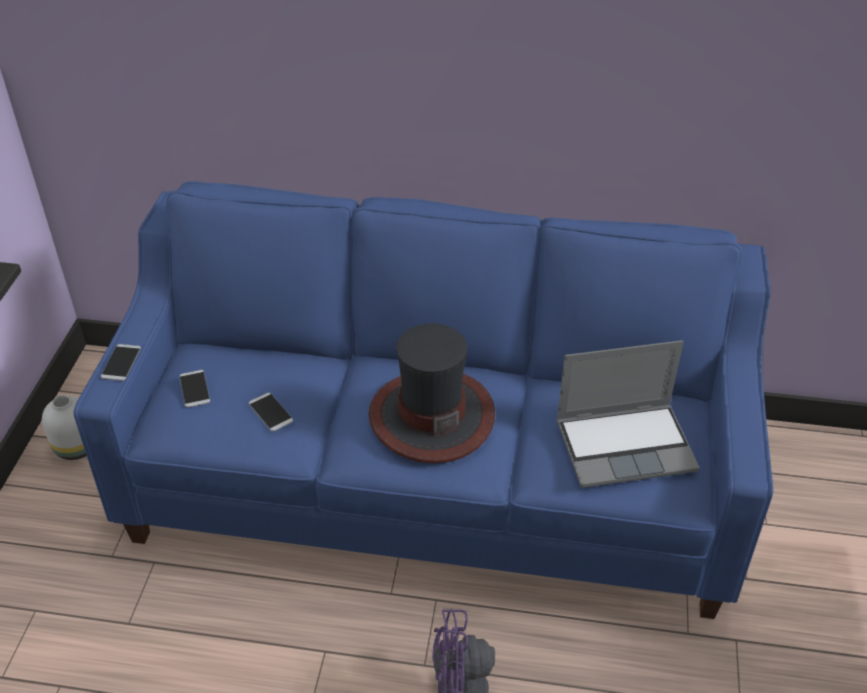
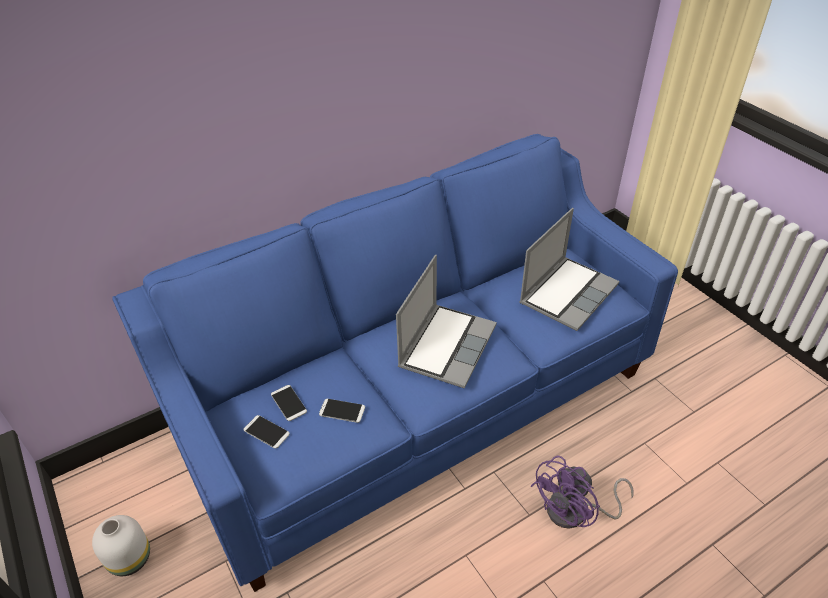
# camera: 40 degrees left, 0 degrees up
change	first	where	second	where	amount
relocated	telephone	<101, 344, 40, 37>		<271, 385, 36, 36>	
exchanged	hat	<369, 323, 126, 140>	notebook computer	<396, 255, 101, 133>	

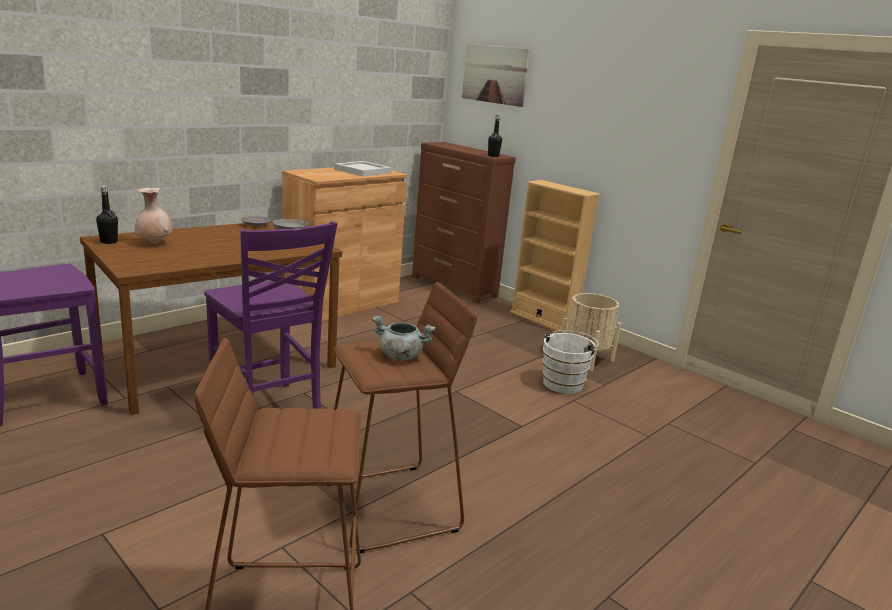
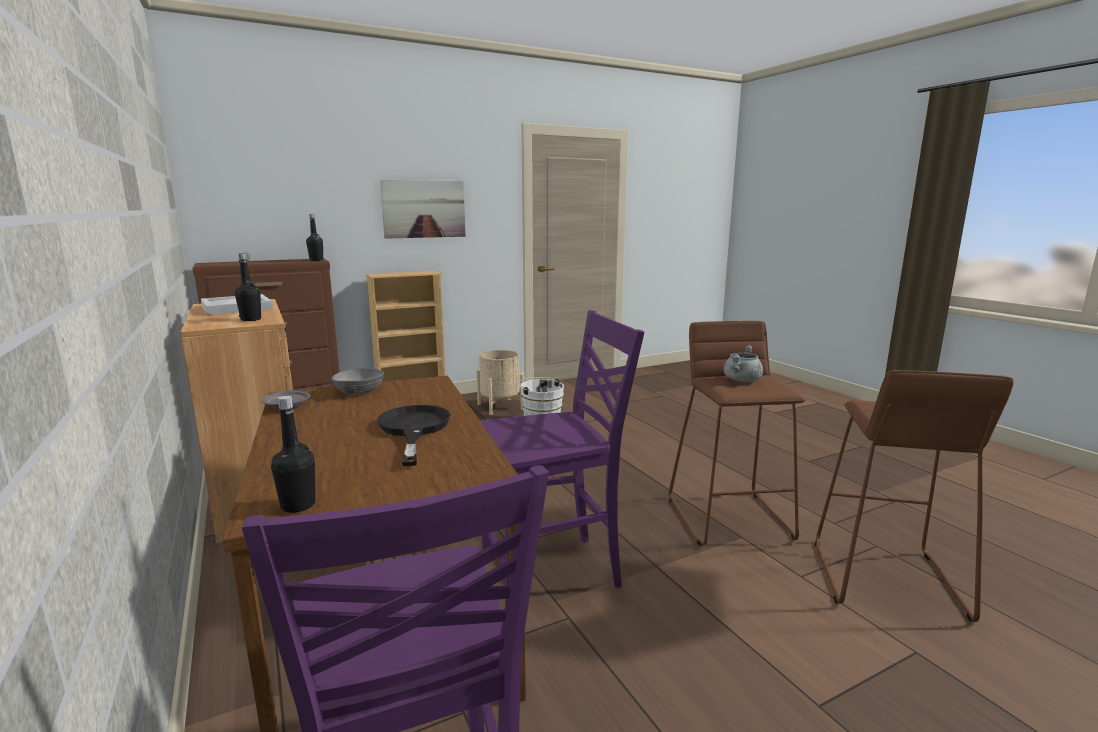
# camera: 70 degrees left, 5 degrees down
change	first	where	second	where	amount
missing	sand-coloured decorative vase	<135, 187, 38, 57>			
appeared			black-coloured beverage bottle	<235, 253, 26, 68>	
appeared			black-coloured frying pan	<377, 405, 74, 61>	
relocated	picture	<462, 44, 68, 63>		<380, 179, 86, 60>	

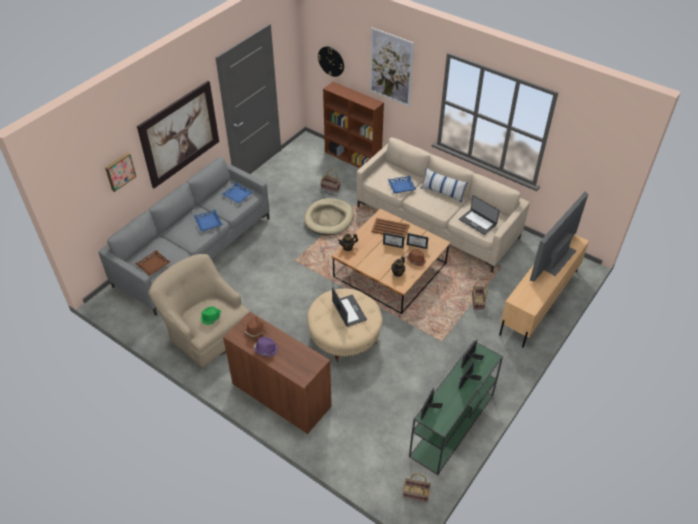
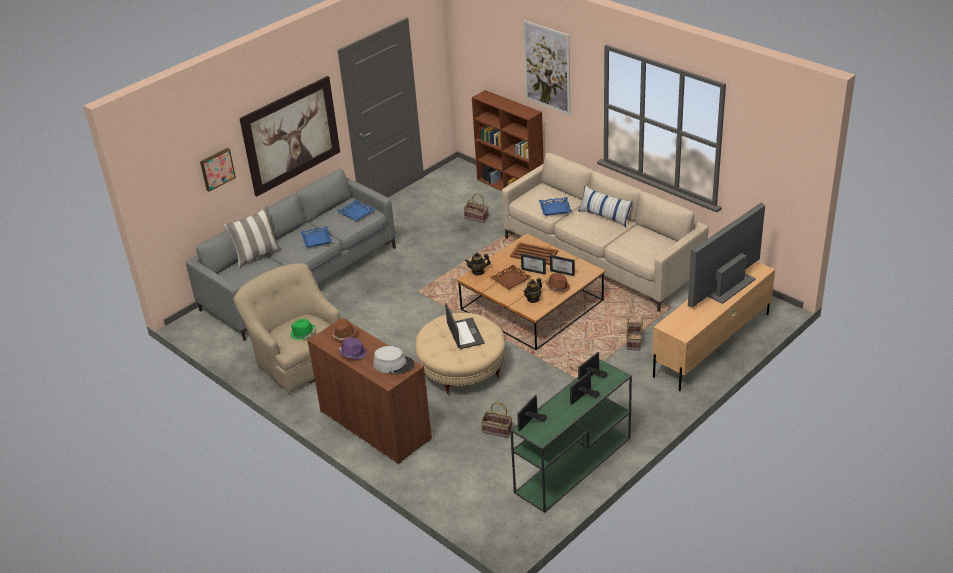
# camera: 10 degrees right, 10 degrees down
change	first	where	second	where	amount
missing	sand-coloured pet bed	<304, 198, 50, 37>			
missing	wall clock	<317, 46, 27, 31>			
missing	notebook computer	<459, 195, 41, 40>			
appeared			throw pillow	<224, 206, 58, 62>	
appeared			greyish hat	<373, 346, 41, 28>	
relocated	brown tray	<135, 250, 35, 26>		<490, 265, 42, 24>	
relocated	basket	<403, 474, 28, 28>		<481, 402, 31, 36>	

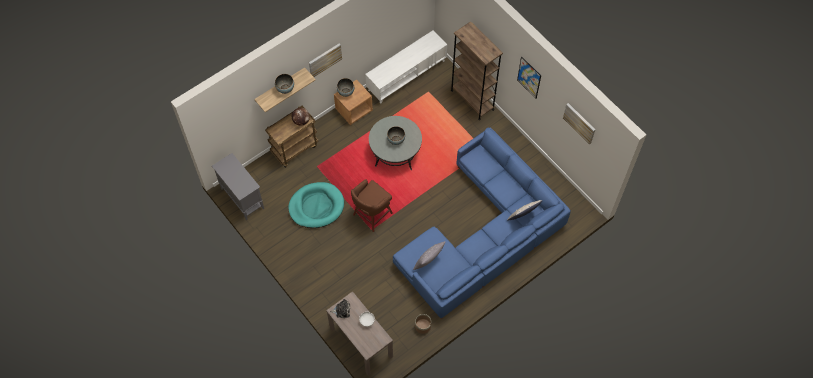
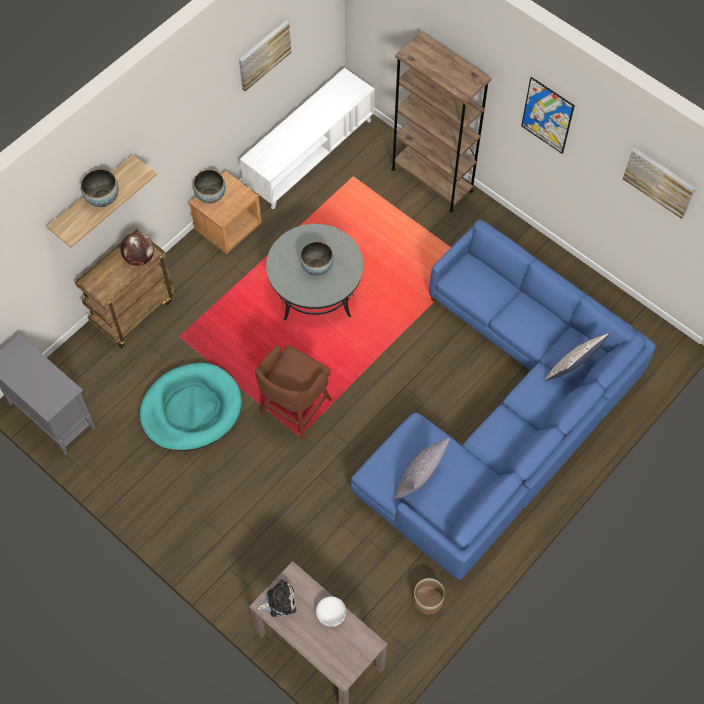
# camera: 10 degrees left, 0 degrees up
change	first	where	second	where	amount
relocated	picture	<309, 43, 33, 34>		<239, 20, 52, 72>	

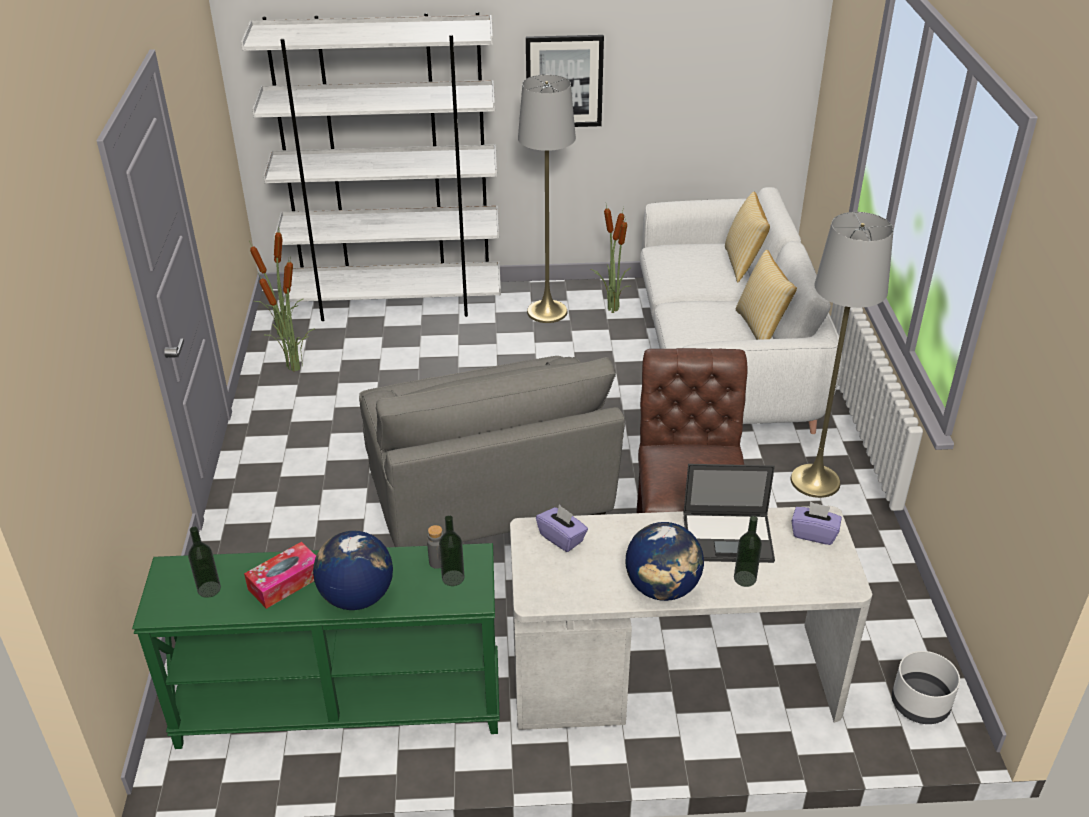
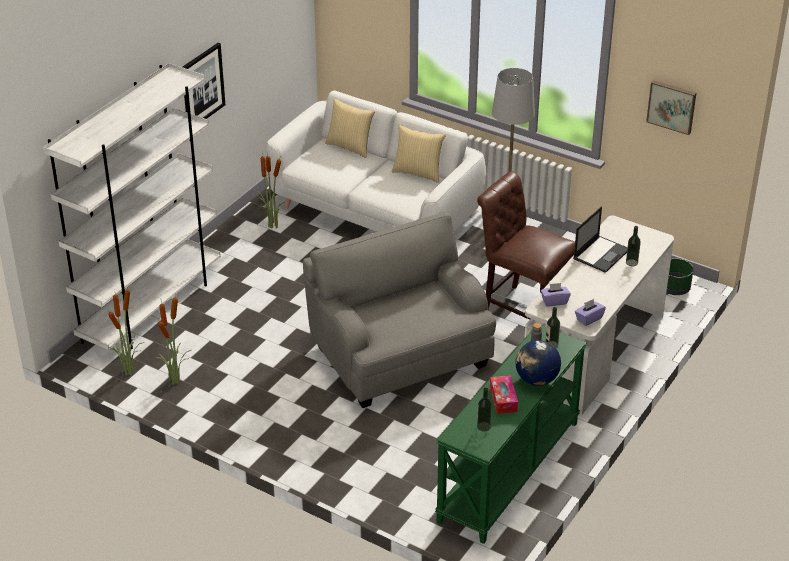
# camera: 55 degrees left, 0 degrees up
change	first	where	second	where	amount
missing	greyish standard lamp	<518, 75, 58, 248>			
missing	globe	<626, 522, 78, 79>			
appeared			picture	<646, 80, 50, 55>	
relocated	purple box of tissues	<791, 502, 51, 43>		<575, 299, 31, 27>	
colour	white planter	<892, 651, 68, 73>	green planter	<666, 258, 28, 37>	
spun	greyish easy chair	<359, 356, 266, 191>		<303, 212, 193, 196>	135 degrees counterclockwise

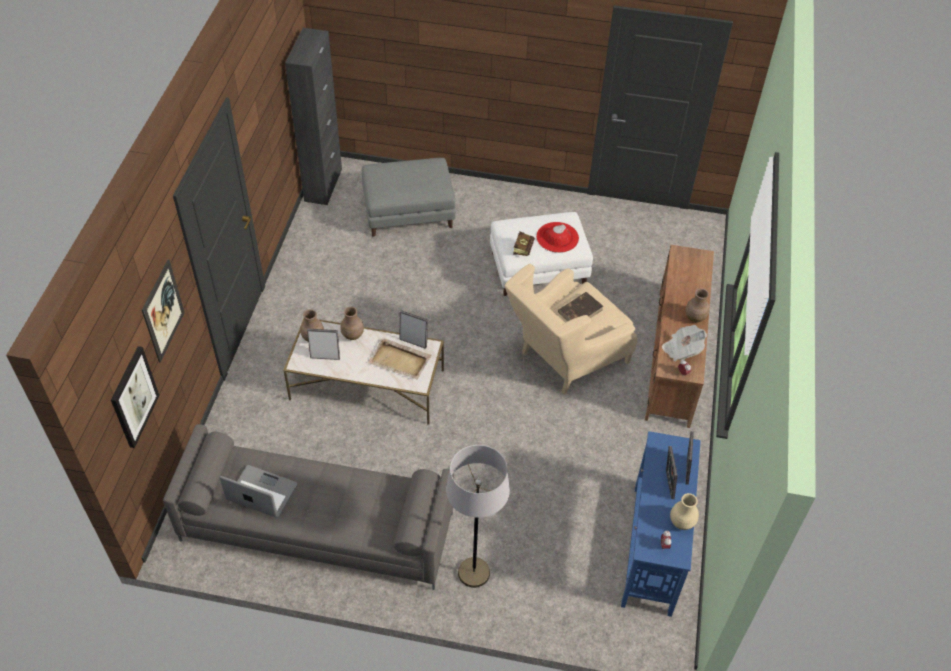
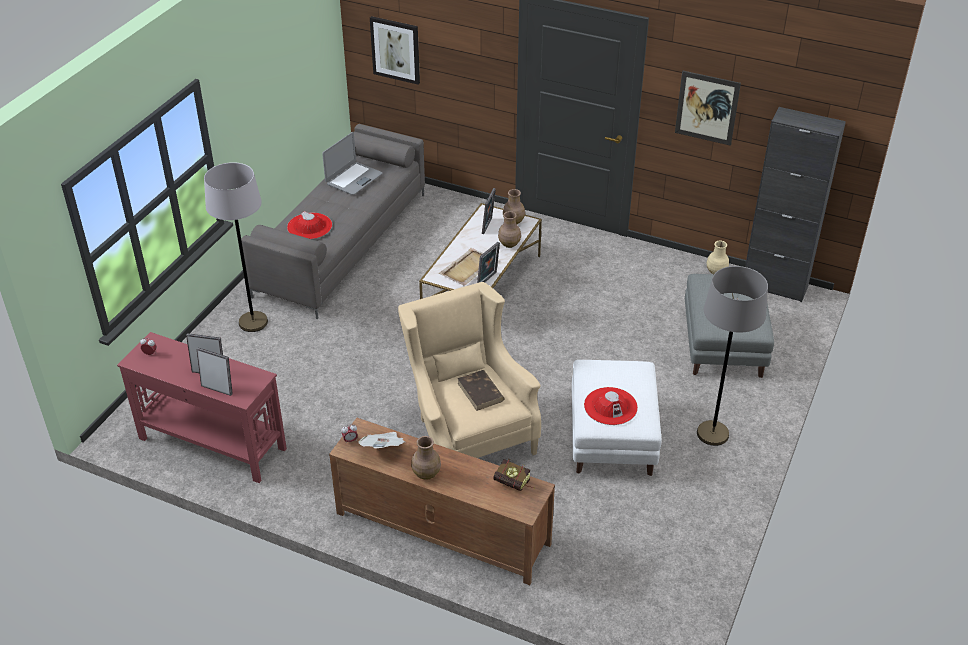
# camera: 105 degrees right, 10 degrees down
change	first	where	second	where	amount
appeared			red-coloured hat	<287, 211, 45, 28>	
appeared			greyish standard lamp	<697, 266, 71, 180>	
relocated	picture	<142, 259, 43, 104>		<675, 71, 66, 75>	
relocated	book	<513, 232, 22, 24>		<493, 459, 42, 32>	
relocated	sand-coloured decorative vase	<670, 493, 29, 37>		<706, 241, 23, 33>	
colour	blue narrow table	<621, 431, 80, 186>	red-coloured narrow table	<117, 332, 170, 151>	

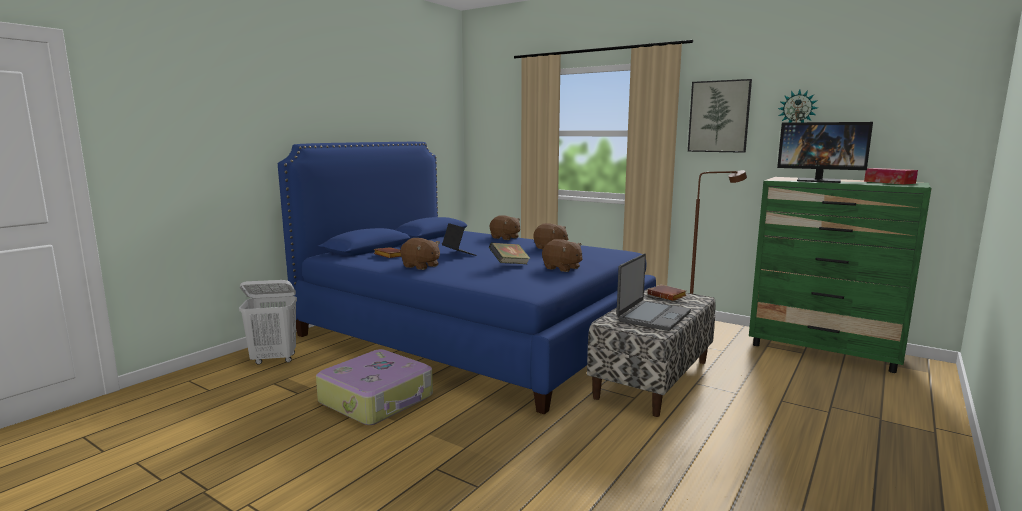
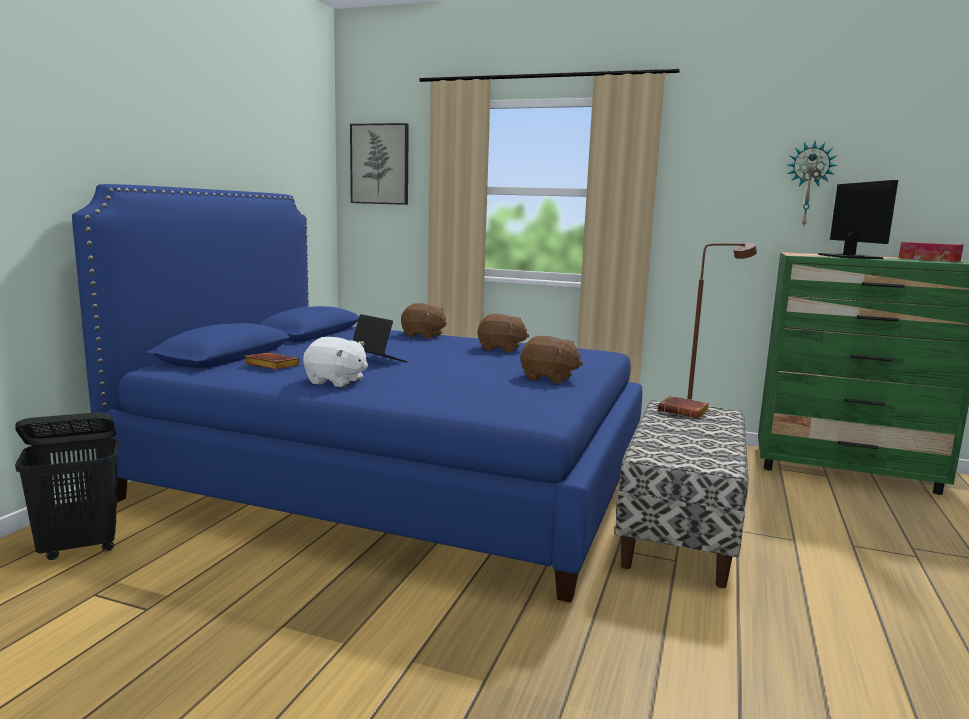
# camera: 15 degrees left, 0 degrees up
change	first	where	second	where	amount
missing	suitcase	<316, 349, 117, 76>			
missing	book	<489, 242, 42, 22>			
missing	notebook computer	<617, 253, 74, 78>			
relocated	picture	<688, 79, 64, 74>		<350, 123, 59, 82>	
colour	white hamper	<239, 280, 58, 85>	black-coloured hamper	<15, 412, 104, 148>	
colour	brown cuddly toy	<400, 238, 40, 32>	white cuddly toy	<303, 337, 65, 50>	
spun	computer screen	<777, 122, 96, 61>		<818, 180, 80, 79>	105 degrees counterclockwise

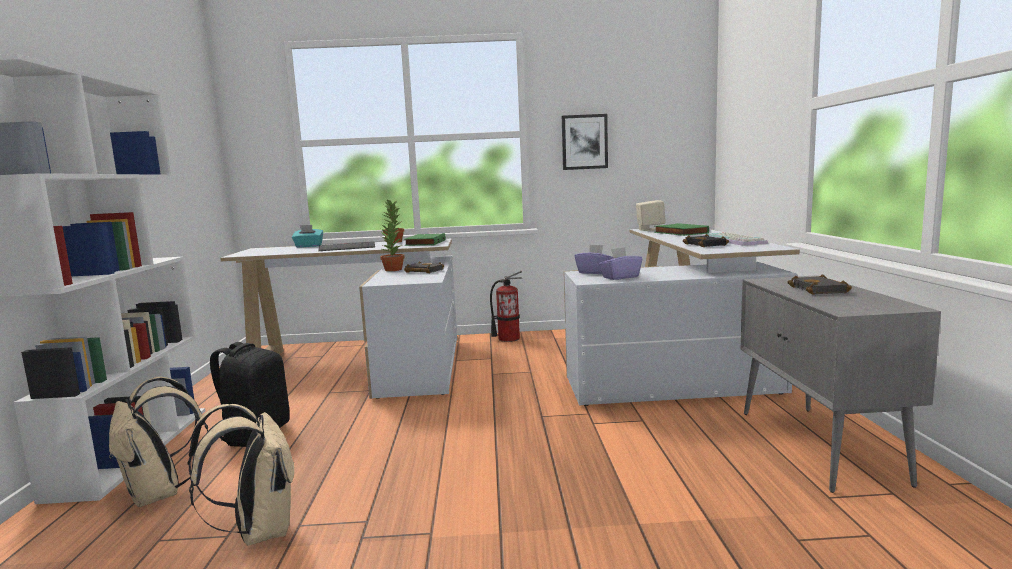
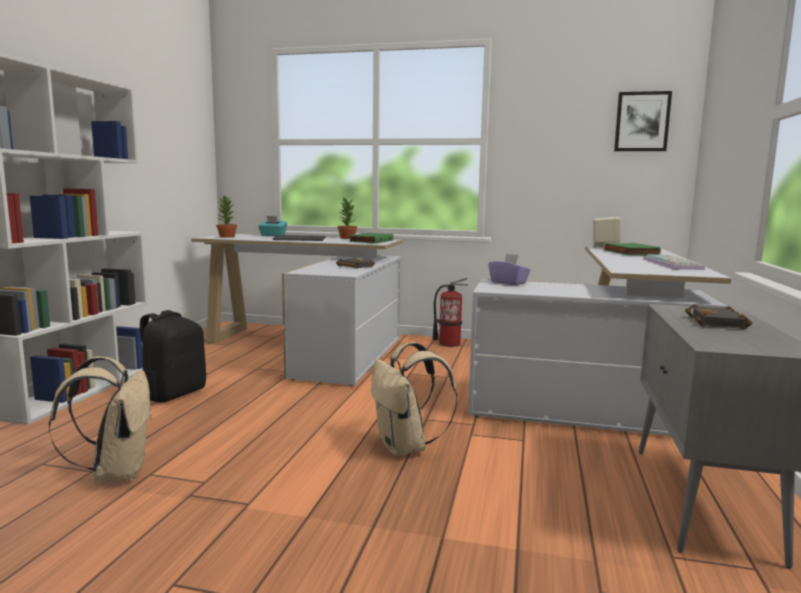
# camera: 15 degrees right, 0 degrees up
change	first	where	second	where	amount
missing	purple box of tissues	<599, 247, 43, 33>			
missing	black-coloured book	<683, 234, 46, 13>			
relocated	sand-coloured backpack	<109, 377, 99, 130>		<371, 342, 86, 114>	
relocated	plant in a pot	<380, 222, 25, 49>		<216, 196, 21, 42>	
relocated	picture	<562, 114, 46, 56>		<614, 91, 58, 60>	

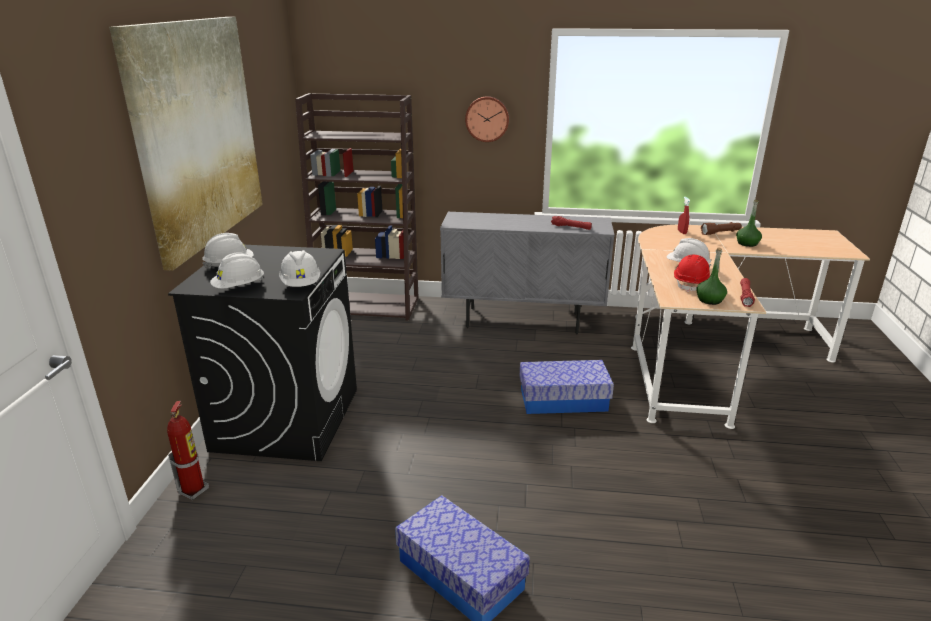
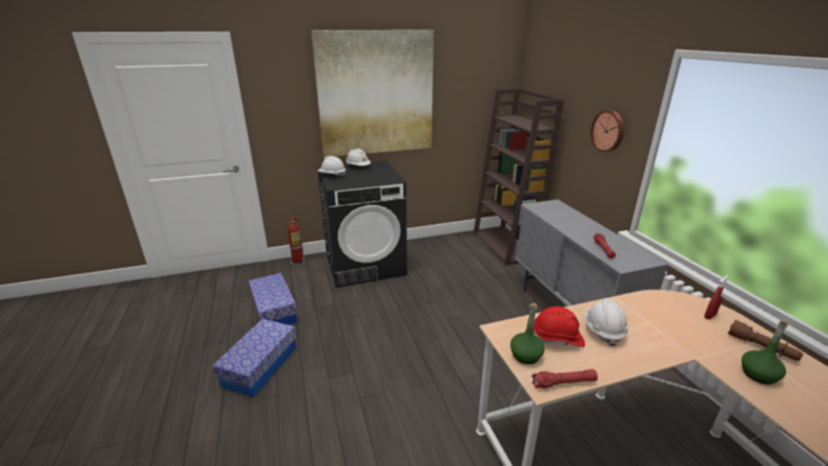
# camera: 65 degrees right, 0 degrees up
change	first	where	second	where	amount
missing	white safety helmet	<279, 250, 41, 37>			
relocated	storage bin	<520, 360, 94, 54>		<249, 273, 48, 52>	

